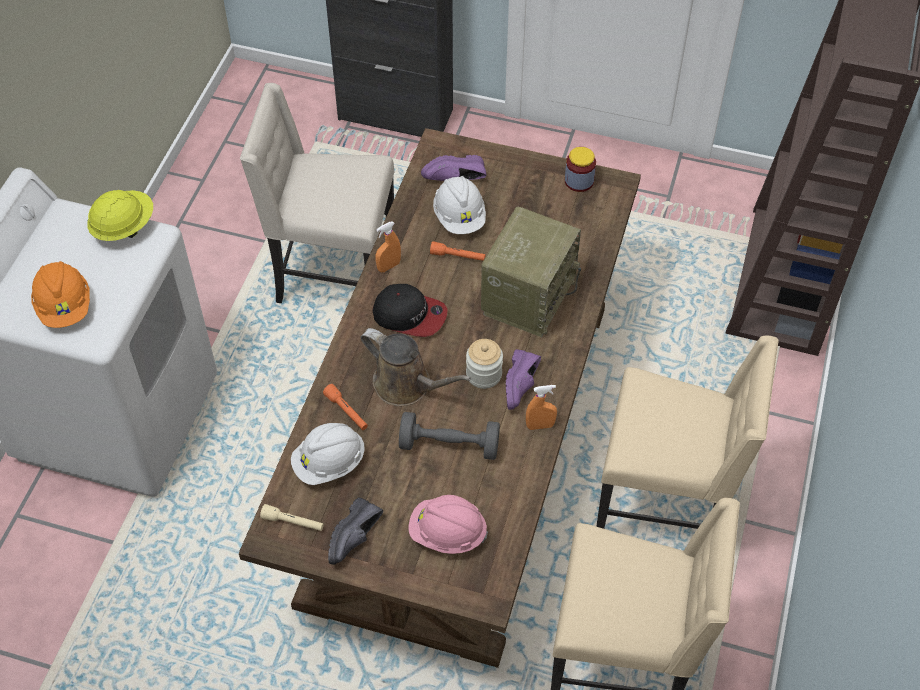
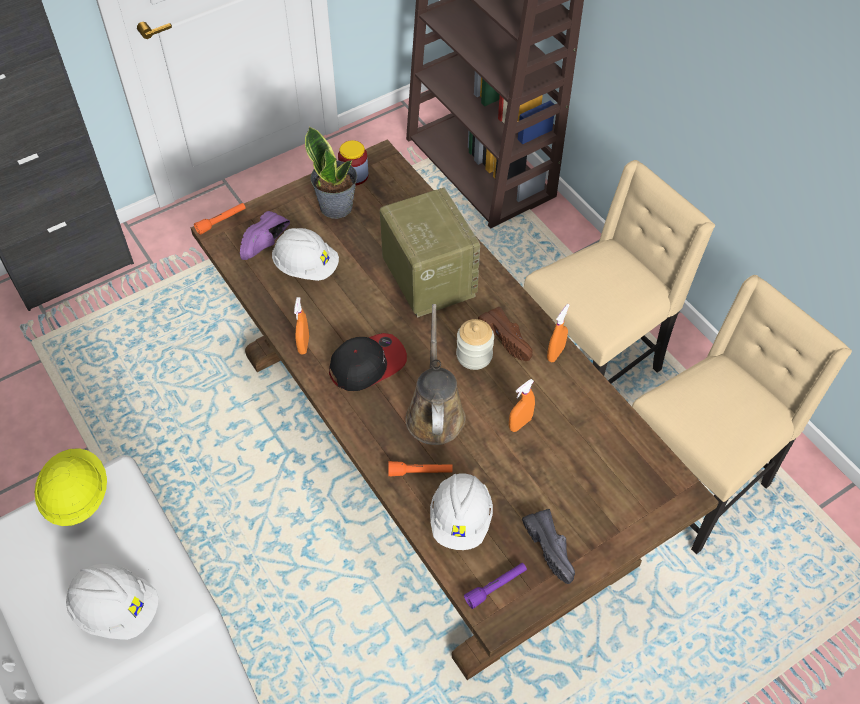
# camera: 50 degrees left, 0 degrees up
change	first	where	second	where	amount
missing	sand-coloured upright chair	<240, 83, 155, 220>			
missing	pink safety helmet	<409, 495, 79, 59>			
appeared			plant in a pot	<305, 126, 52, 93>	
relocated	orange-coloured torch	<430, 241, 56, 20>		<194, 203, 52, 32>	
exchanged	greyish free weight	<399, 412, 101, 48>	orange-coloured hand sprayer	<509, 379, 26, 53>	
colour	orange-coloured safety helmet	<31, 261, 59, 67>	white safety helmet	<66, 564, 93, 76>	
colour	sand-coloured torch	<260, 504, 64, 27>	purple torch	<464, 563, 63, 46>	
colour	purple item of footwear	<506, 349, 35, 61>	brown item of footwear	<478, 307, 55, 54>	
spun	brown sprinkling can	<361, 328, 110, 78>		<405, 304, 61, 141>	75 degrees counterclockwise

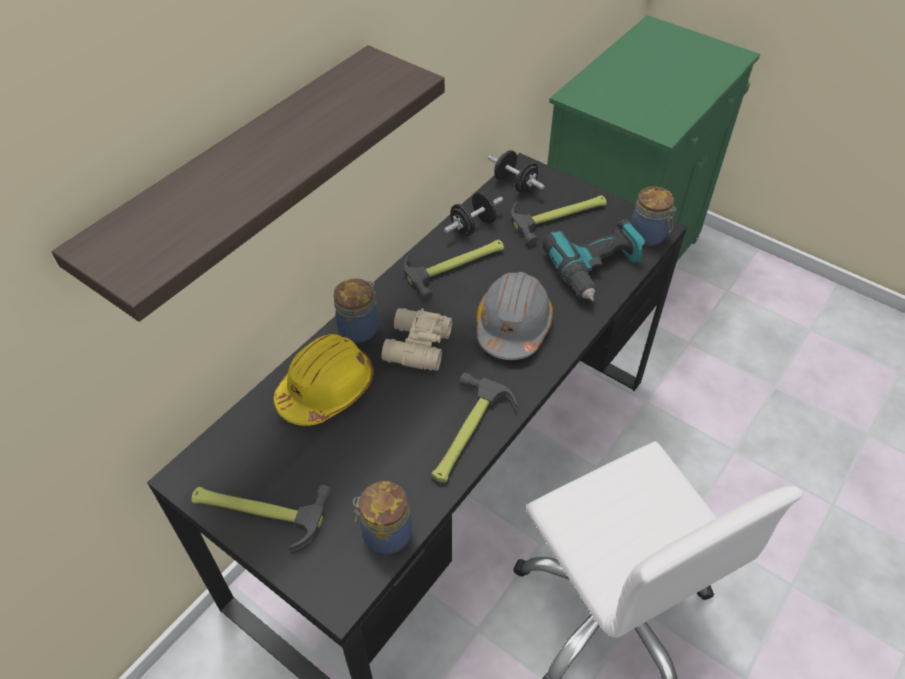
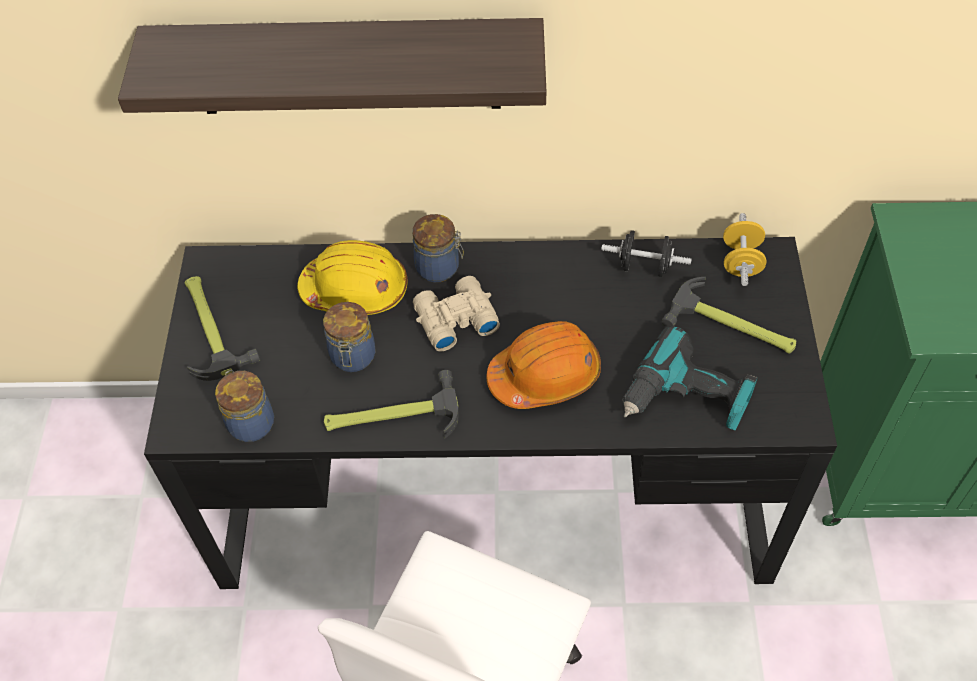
# camera: 55 degrees right, 5 degrees up
change	first	where	second	where	amount
missing	hammer	<404, 240, 100, 61>			
relocated	storage jar	<630, 186, 47, 60>		<323, 302, 52, 70>	
colour	greyish safety helmet	<476, 272, 77, 88>	orange-coloured safety helmet	<487, 321, 114, 88>	
colour	black-coloured free weight	<488, 150, 57, 43>	yellowish free weight	<723, 213, 44, 73>	

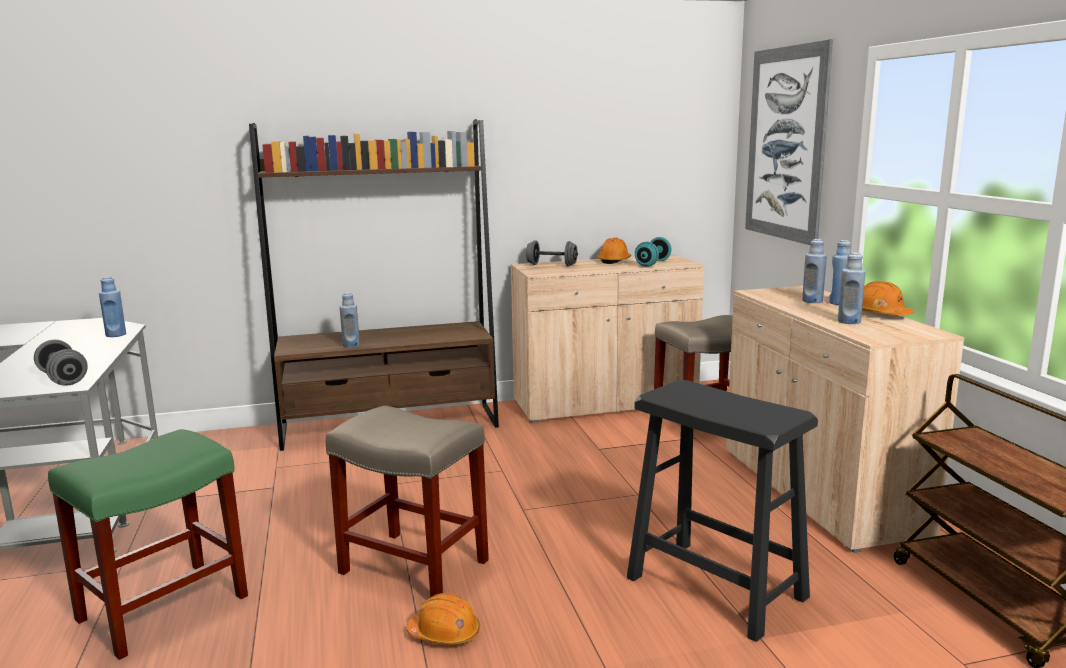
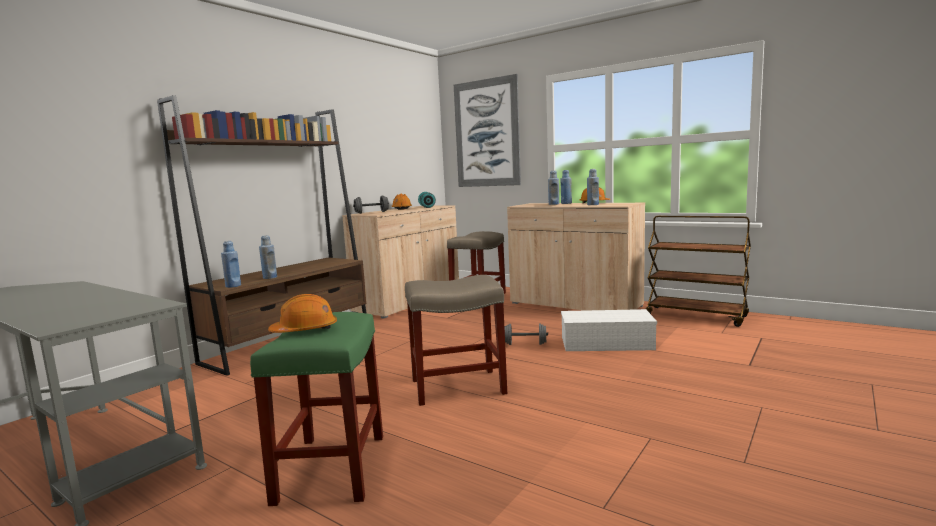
# camera: 40 degrees left, 5 degrees down
change	first	where	second	where	amount
relocated	greyish free weight	<34, 340, 54, 46>		<504, 323, 44, 22>	
relocated	blue beverage bottle	<99, 277, 27, 60>		<221, 241, 20, 47>	
relocated	orange-coloured safety helmet	<407, 593, 73, 52>		<268, 294, 69, 39>	
exchanged	black-coloured stool	<627, 380, 191, 262>	white storage bin	<561, 309, 96, 42>	

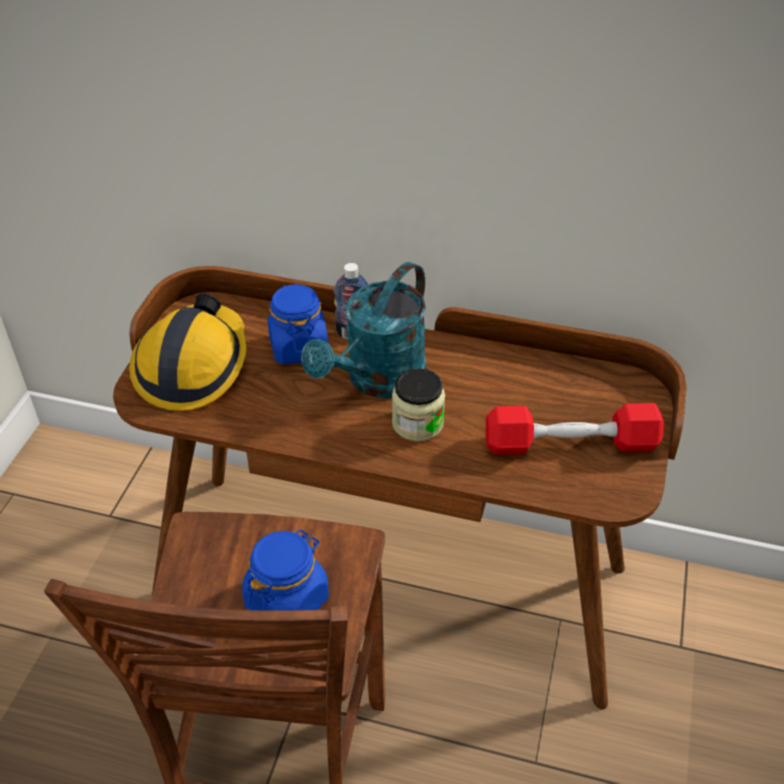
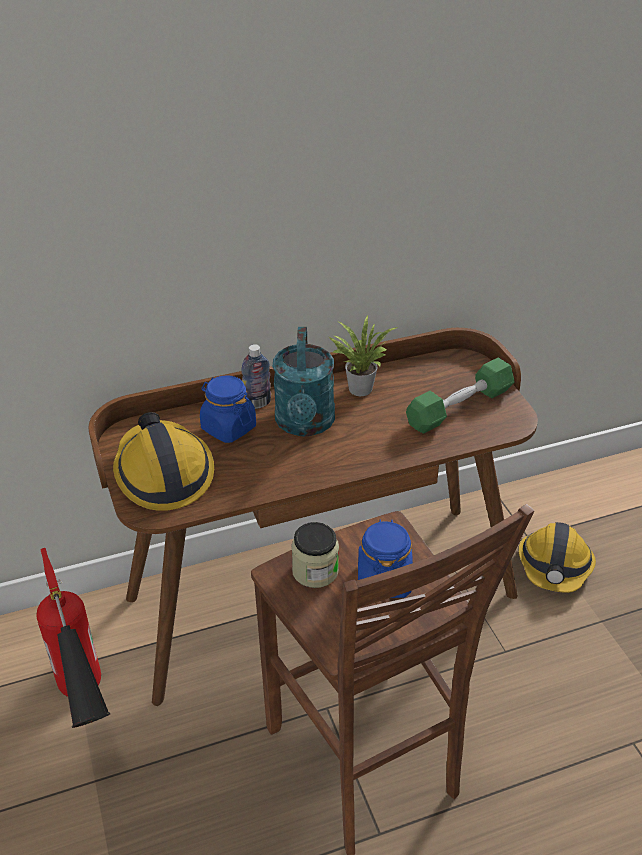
# camera: 35 degrees left, 5 degrees down
change	first	where	second	where	amount
appeared			extinguisher	<36, 548, 74, 180>	
appeared			plant in a pot	<329, 315, 69, 81>	
appeared			safety helmet	<518, 522, 78, 71>	
relocated	storage jar	<392, 368, 53, 74>		<291, 522, 48, 66>	
colour	red-coloured free weight	<485, 403, 179, 52>	green free weight	<406, 358, 109, 75>	

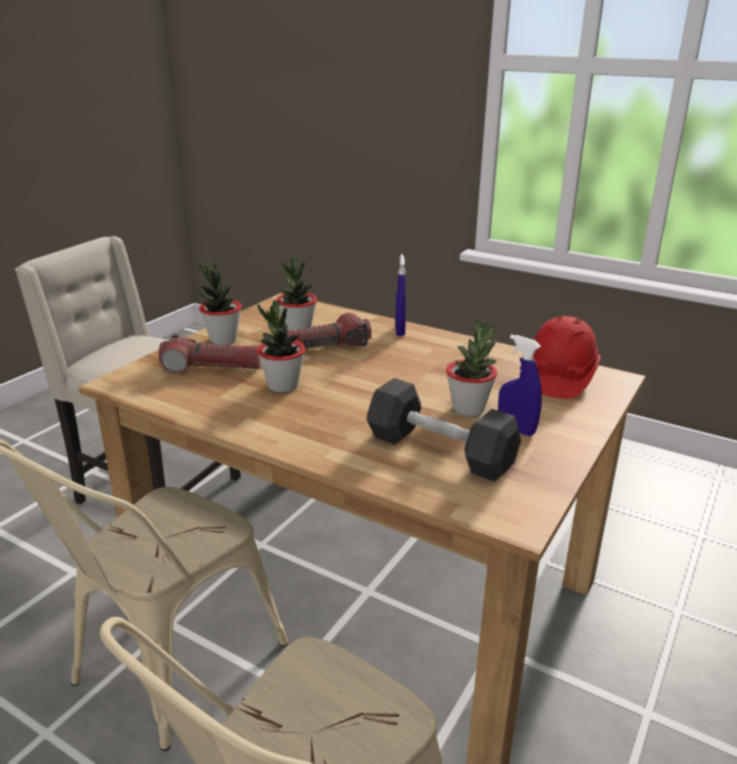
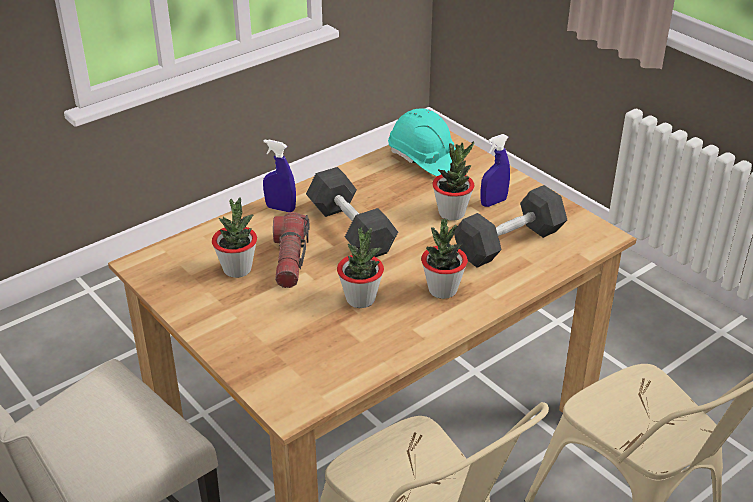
# camera: 70 degrees left, 10 degrees up
change	first	where	second	where	amount
missing	torch	<159, 334, 101, 40>			
appeared			black-coloured free weight	<306, 167, 92, 90>	
relocated	plant in a pot	<198, 260, 44, 85>		<421, 219, 47, 80>	
colour	red-coloured safety helmet	<533, 316, 68, 83>	turquoise-coloured safety helmet	<388, 109, 68, 67>	

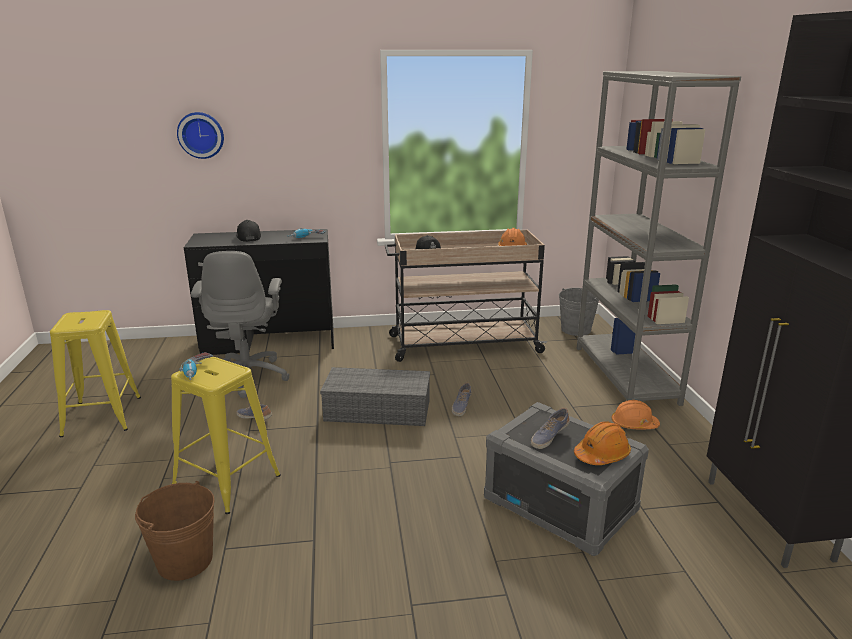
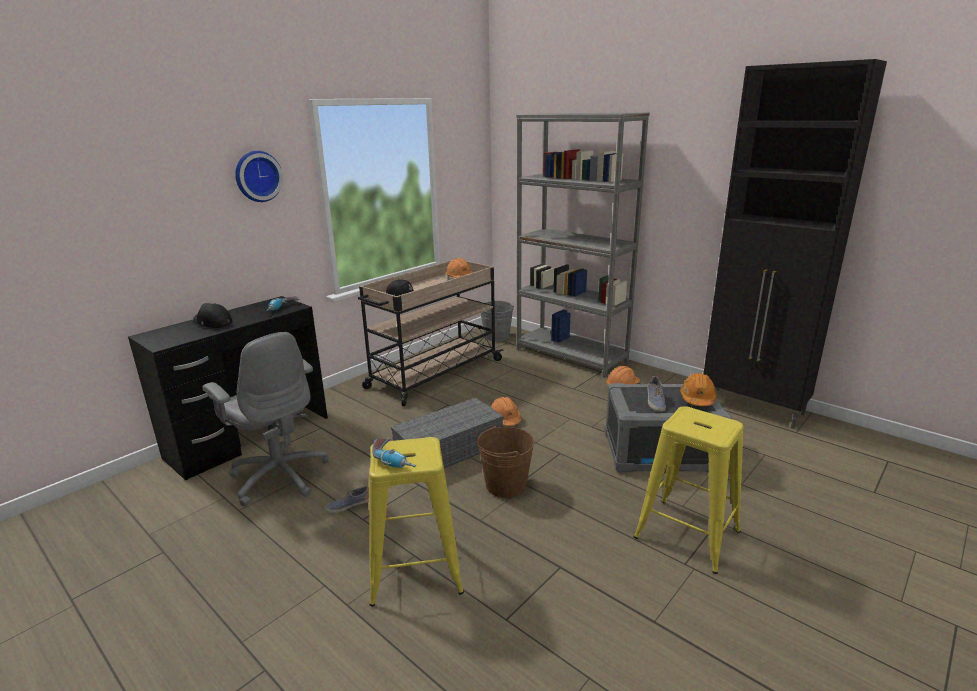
# camera: 40 degrees left, 0 degrees up
change	first	where	second	where	amount
relocated	yellowish stool	<50, 310, 91, 127>		<634, 406, 109, 168>	
relocated	brown water bucket	<135, 481, 80, 100>		<477, 425, 57, 73>	
relocated	wall clock	<177, 112, 47, 47>		<235, 151, 48, 51>	
exchanged	item of footwear	<452, 383, 20, 33>	orange-coloured safety helmet	<491, 397, 30, 29>	

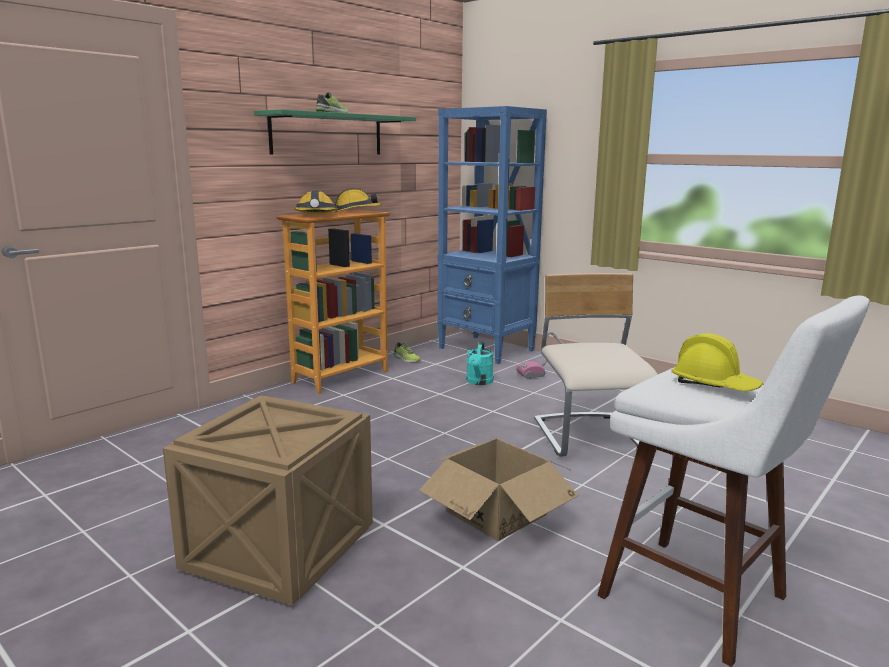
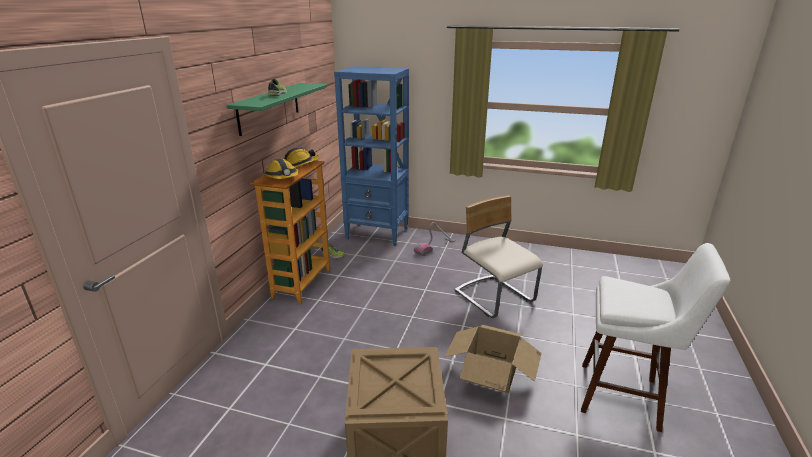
# camera: 25 degrees left, 10 degrees up
change	first	where	second	where	amount
missing	turquoise-coloured sprinkling can	<467, 341, 26, 44>			
missing	yellowish safety helmet	<672, 333, 91, 58>			

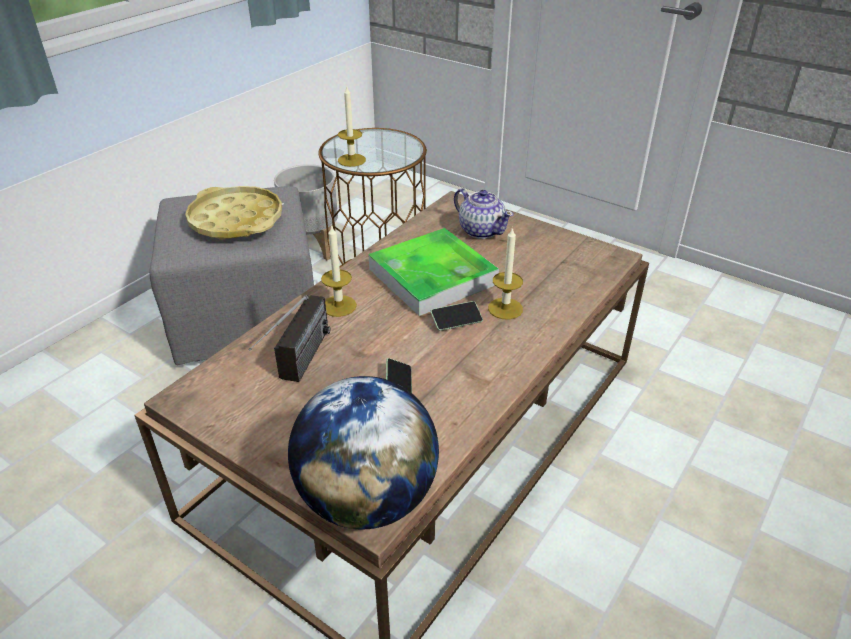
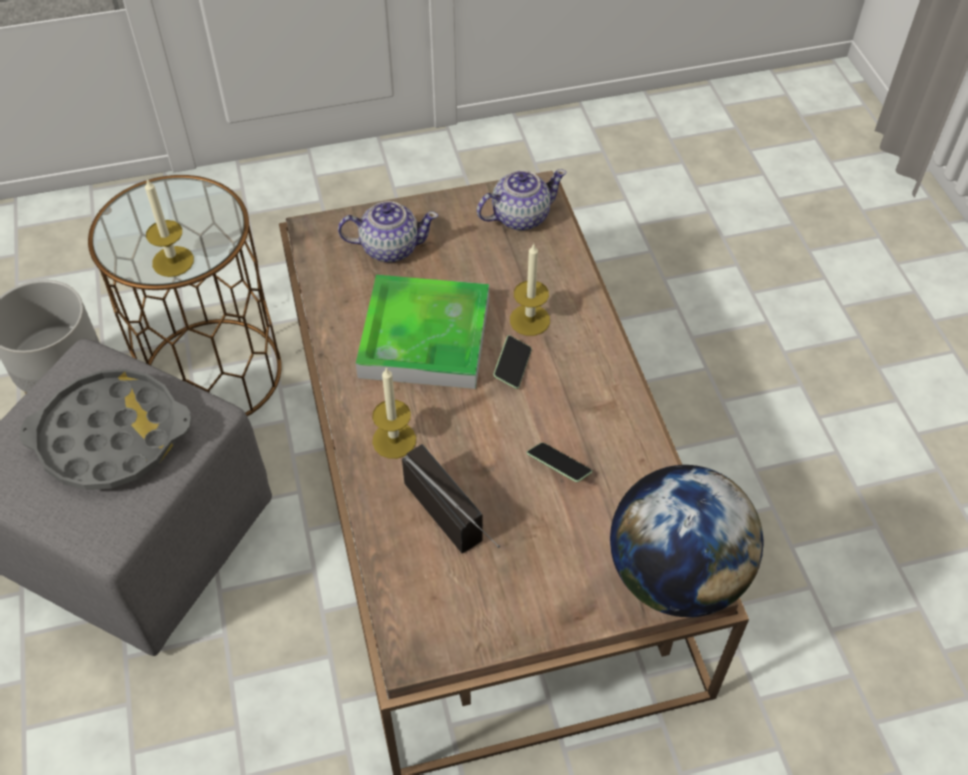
# camera: 50 degrees left, 15 degrees up
change	first	where	second	where	amount
appeared			tea pot	<477, 169, 89, 62>	
colour	yellowish tray	<185, 186, 97, 54>	greyish tray	<20, 369, 171, 121>	

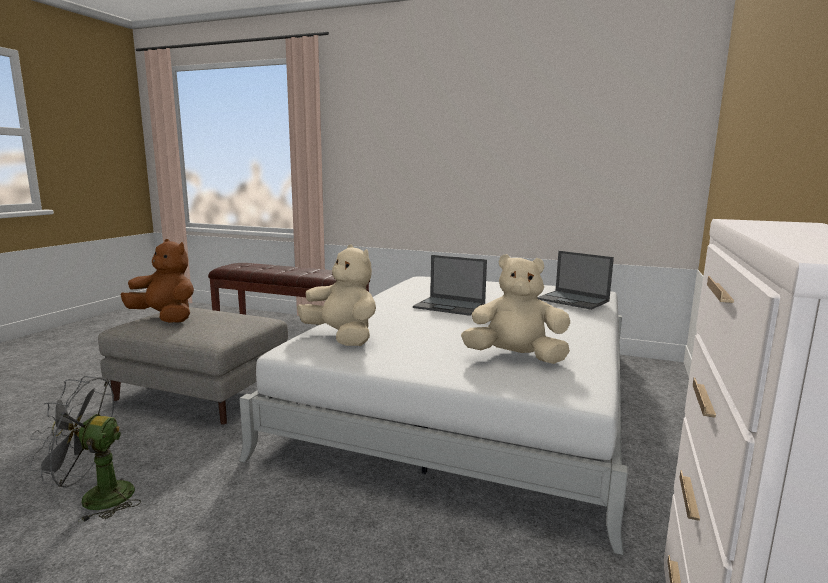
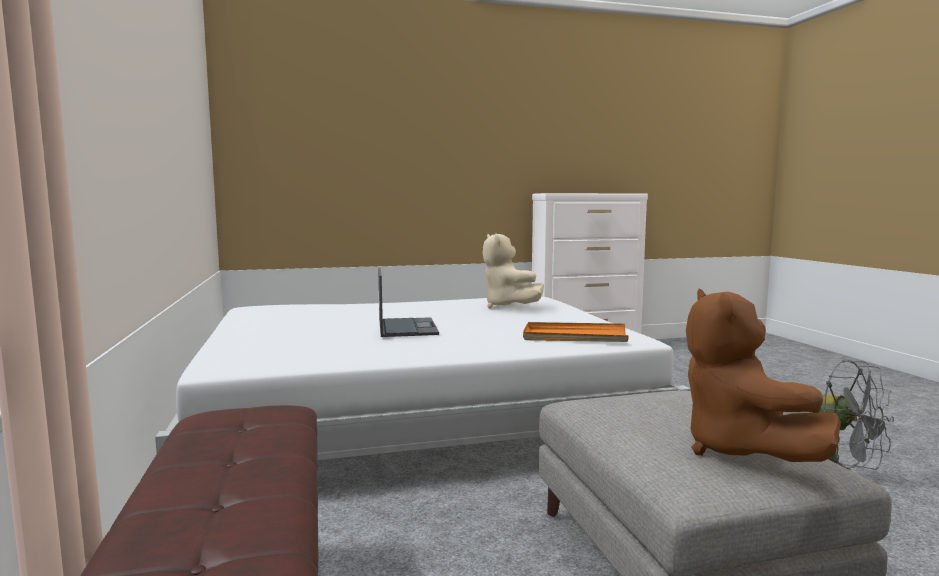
# camera: 125 degrees left, 5 degrees down
change	first	where	second	where	amount
missing	notebook computer	<537, 251, 77, 59>			
exchanged	sand-coloured cuddly toy	<297, 244, 79, 102>	orange-coloured tray	<523, 322, 106, 20>	

